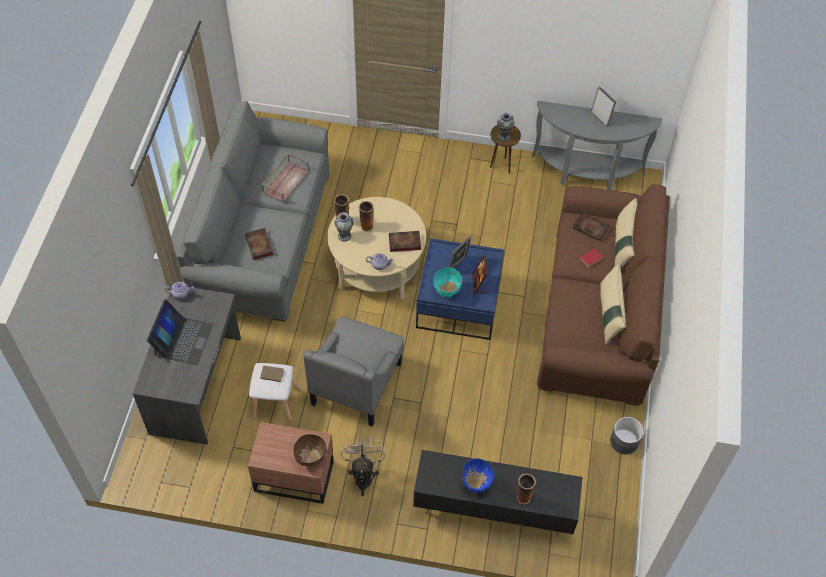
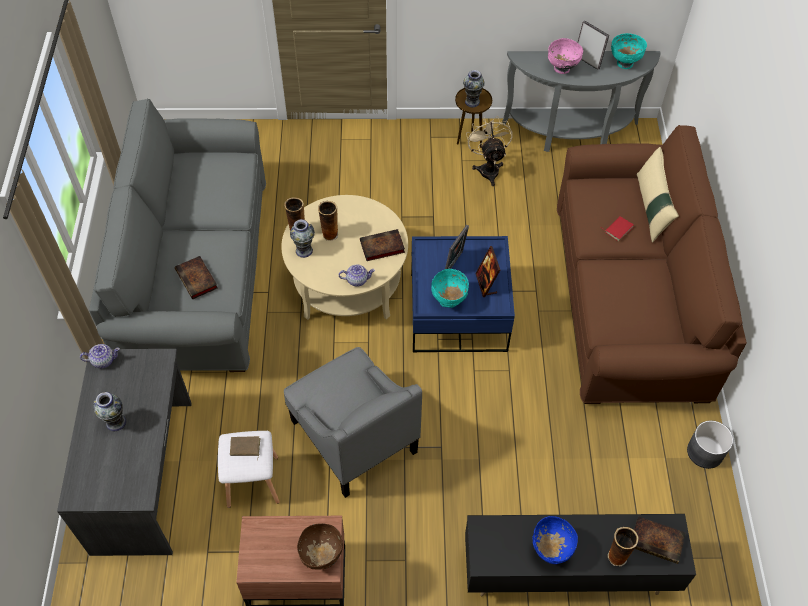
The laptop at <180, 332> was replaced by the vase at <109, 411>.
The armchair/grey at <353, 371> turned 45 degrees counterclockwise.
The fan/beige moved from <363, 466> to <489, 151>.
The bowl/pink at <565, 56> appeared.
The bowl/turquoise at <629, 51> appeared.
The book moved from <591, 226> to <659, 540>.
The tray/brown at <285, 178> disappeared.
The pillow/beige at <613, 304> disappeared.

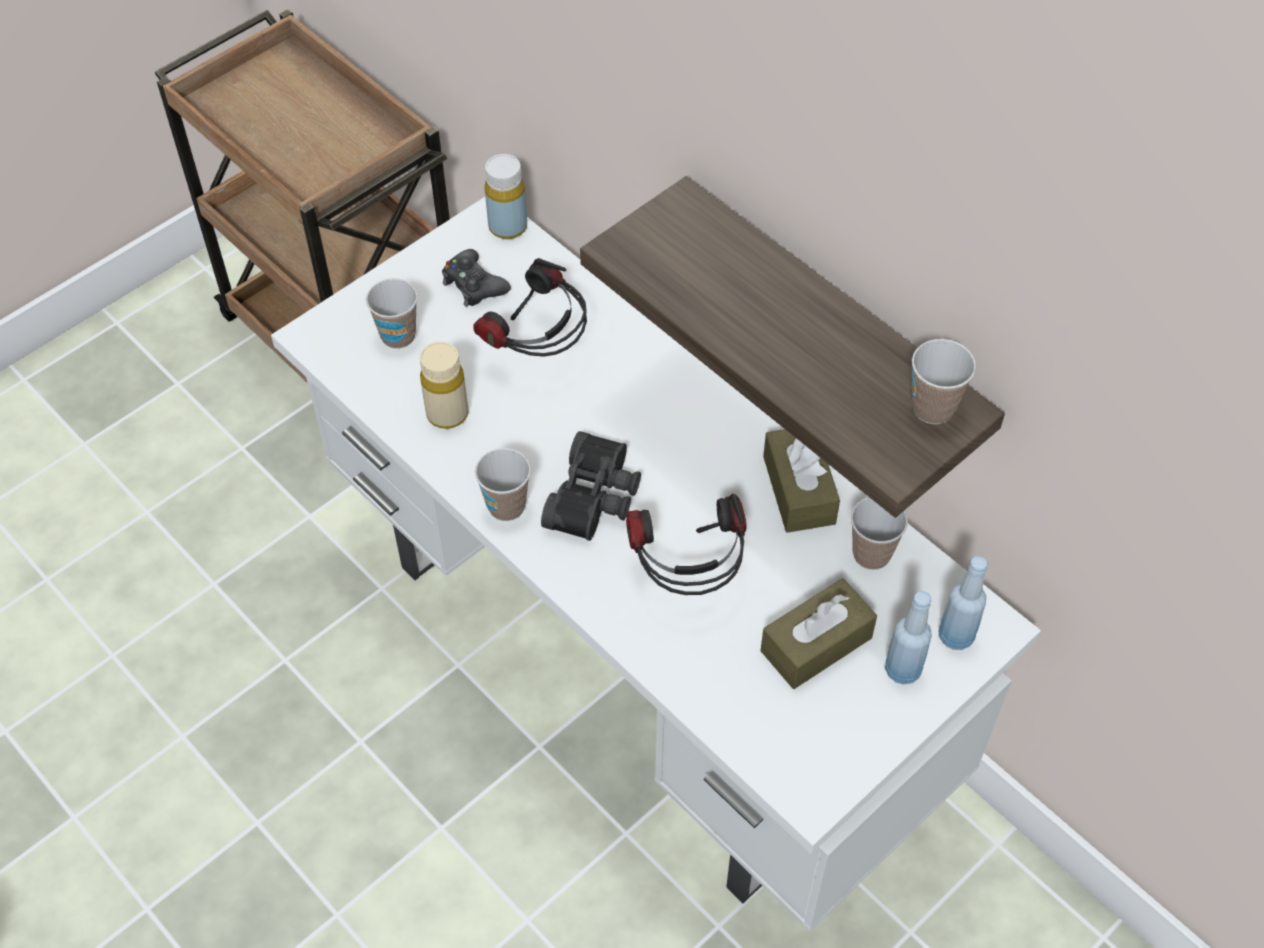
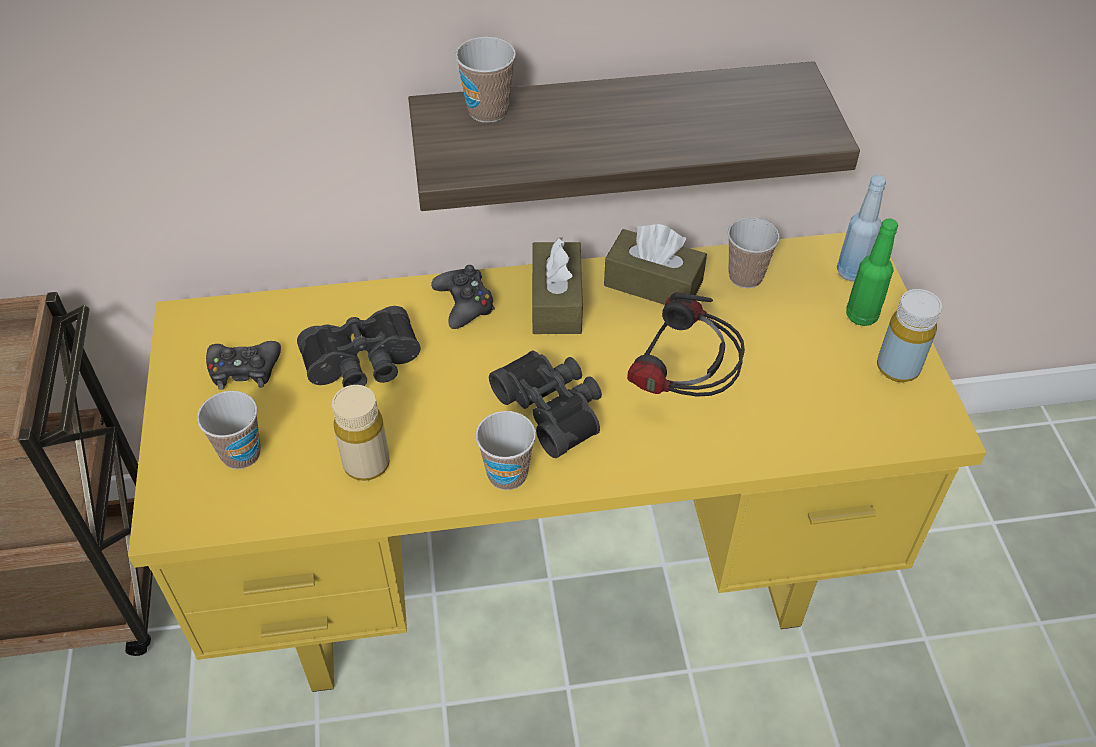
The desk/white at <656, 564> became the desk/yellow at <557, 462>.
The headphones at <530, 307> was replaced by the binoculars/black at <359, 346>.
The game controller/black at <463, 297> appeared.
The cup moved from <944, 381> to <485, 80>.
The tissue box/brown moved from <818, 633> to <557, 285>.
The bottle/blue at <908, 638> became the bottle/green at <872, 272>.
The bottle/yellow moved from <506, 196> to <909, 335>.

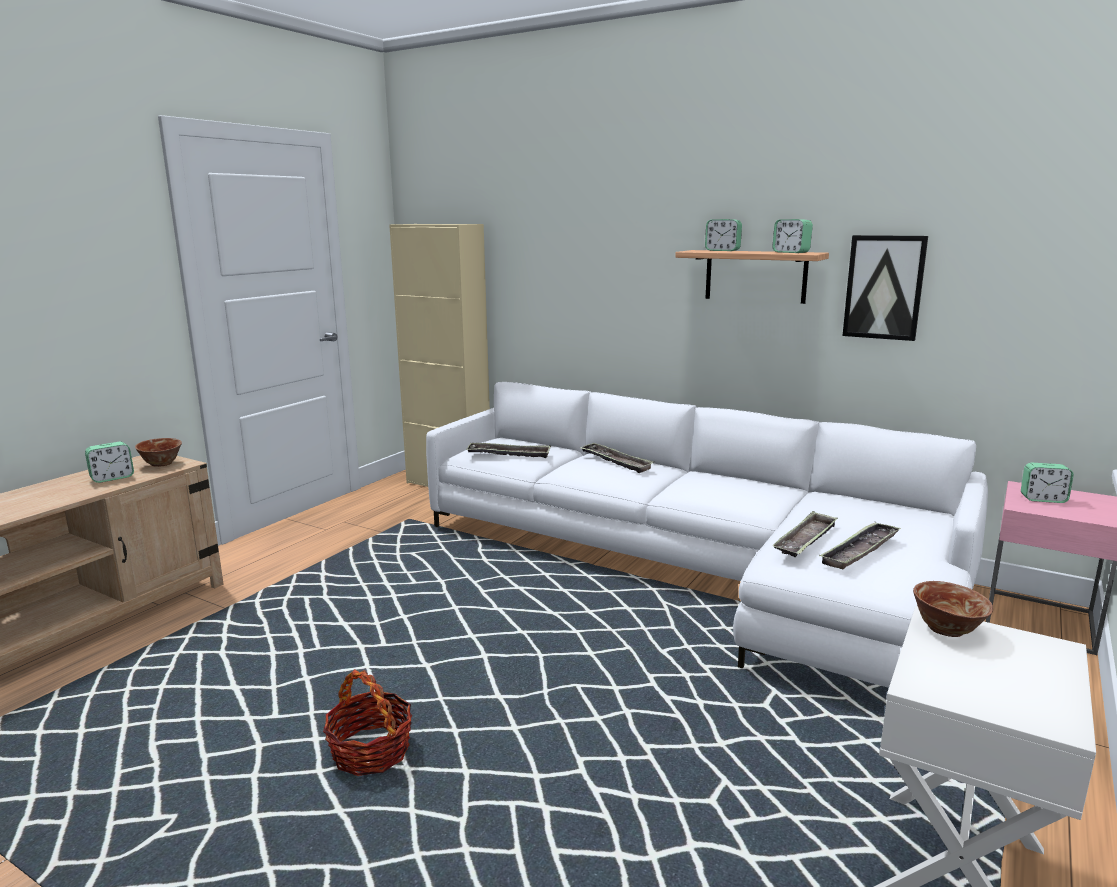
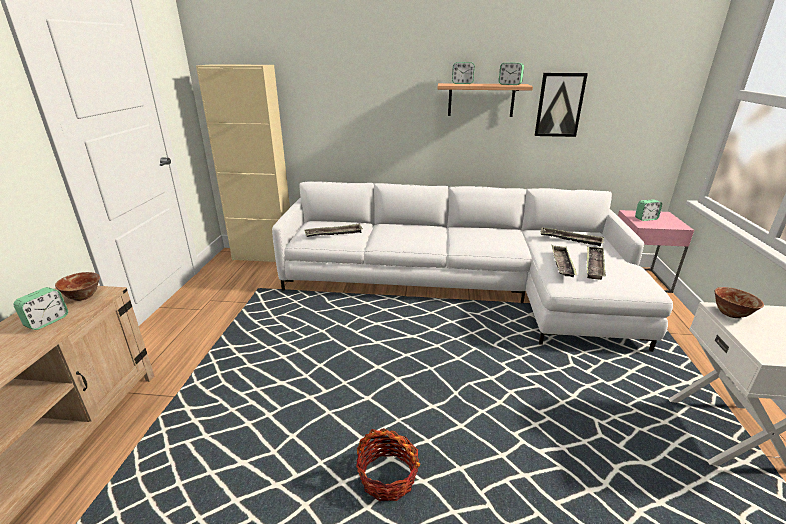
The tray moved from <617, 457> to <572, 237>.

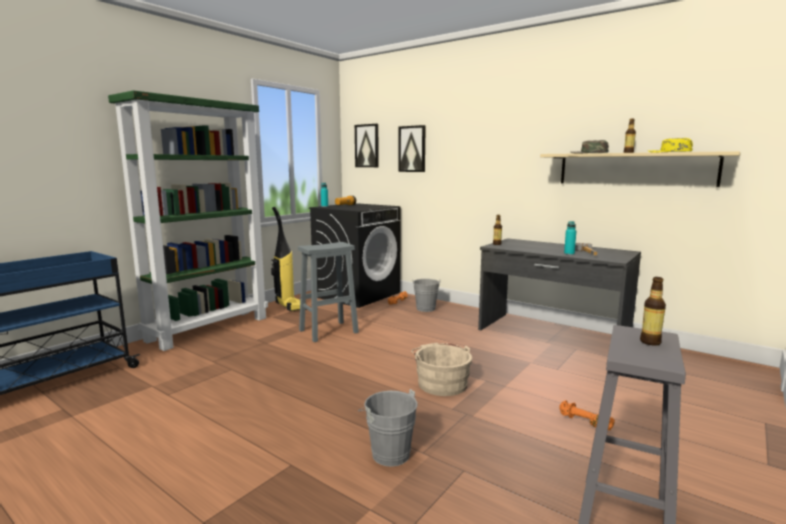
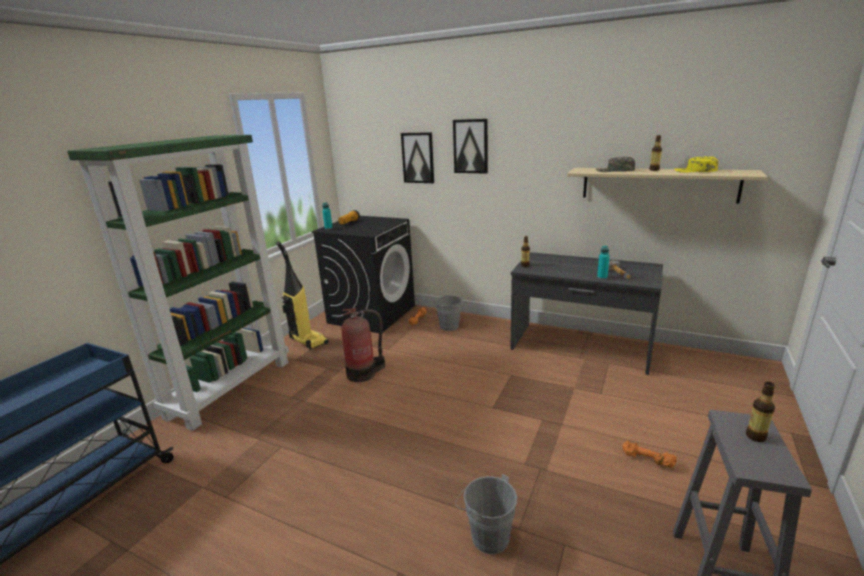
The stool/grey at <328, 292> was replaced by the fire extinguisher at <363, 345>.
The picture moved from <367, 145> to <470, 146>.
The bucket/beige at <441, 369> disappeared.

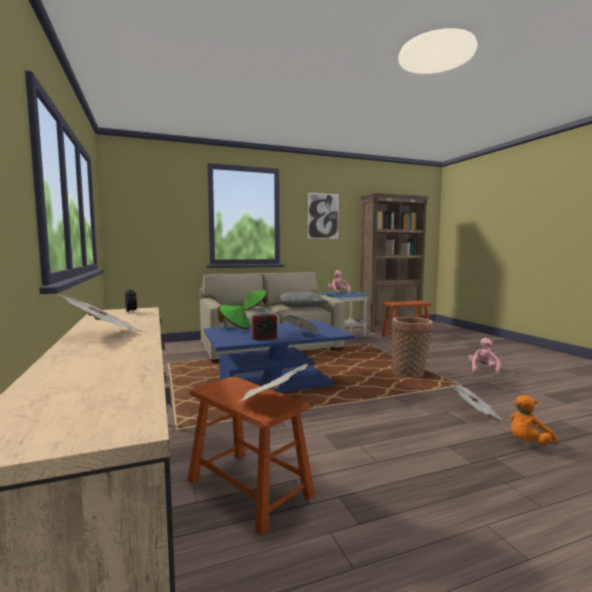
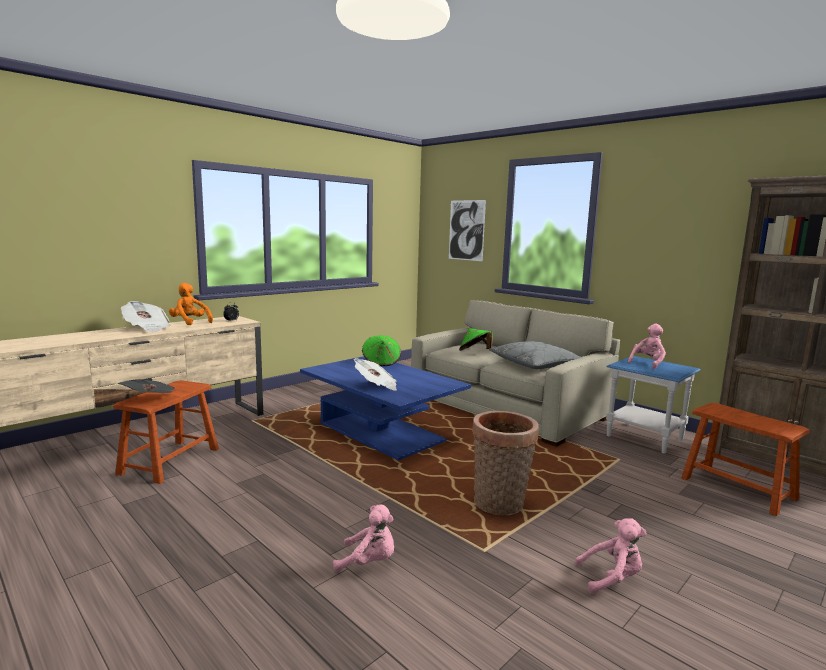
The plush toy/orange moved from <534, 420> to <191, 304>.
The newspaper at <476, 401> was replaced by the plush toy/pink at <363, 538>.
The picture moved from <323, 215> to <467, 230>.
The alarm clock at <264, 326> disappeared.

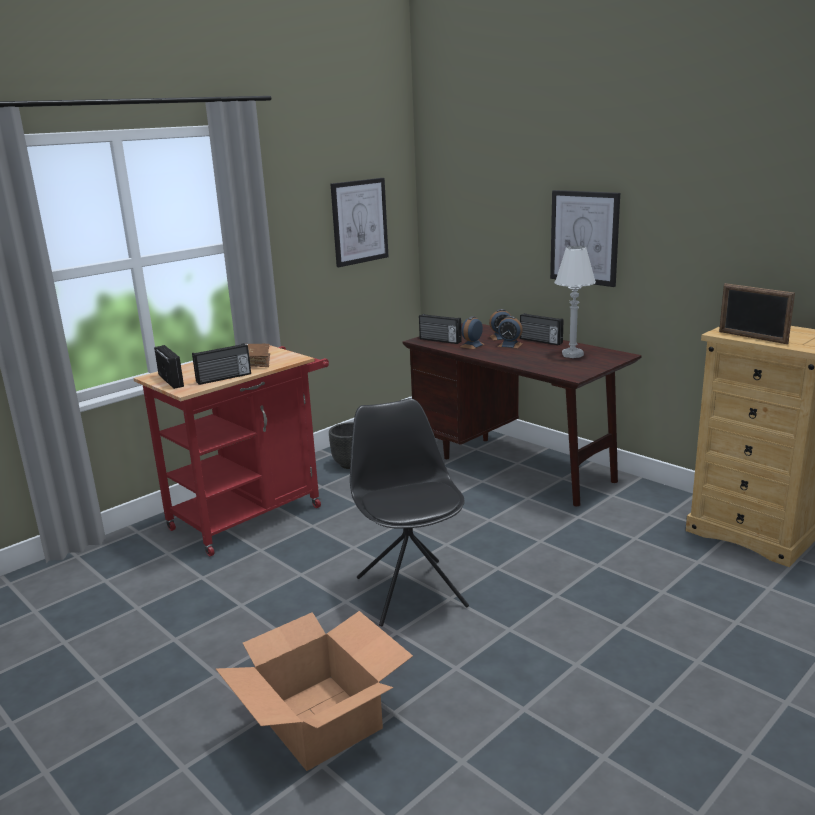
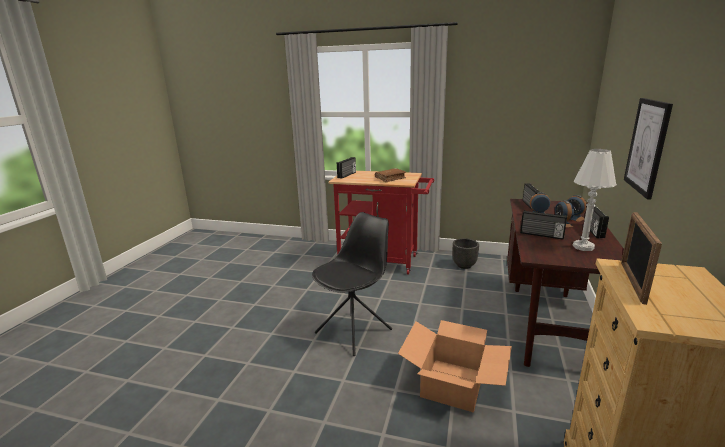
The cardboard box moved from <314, 691> to <455, 366>.
The radio moved from <221, 364> to <543, 225>.
The picture at <359, 222> disappeared.

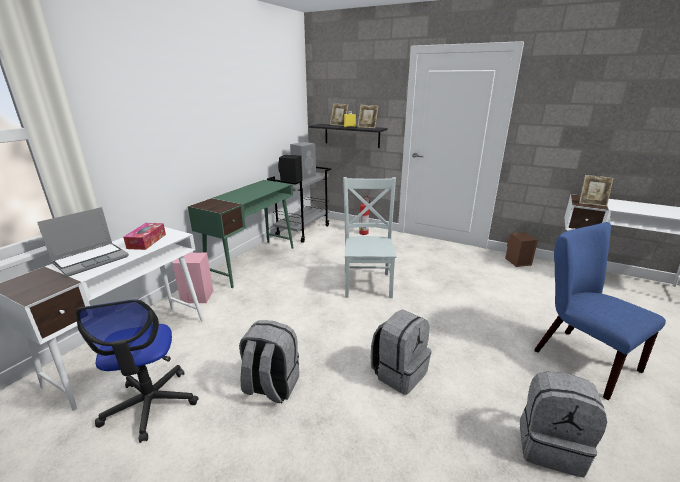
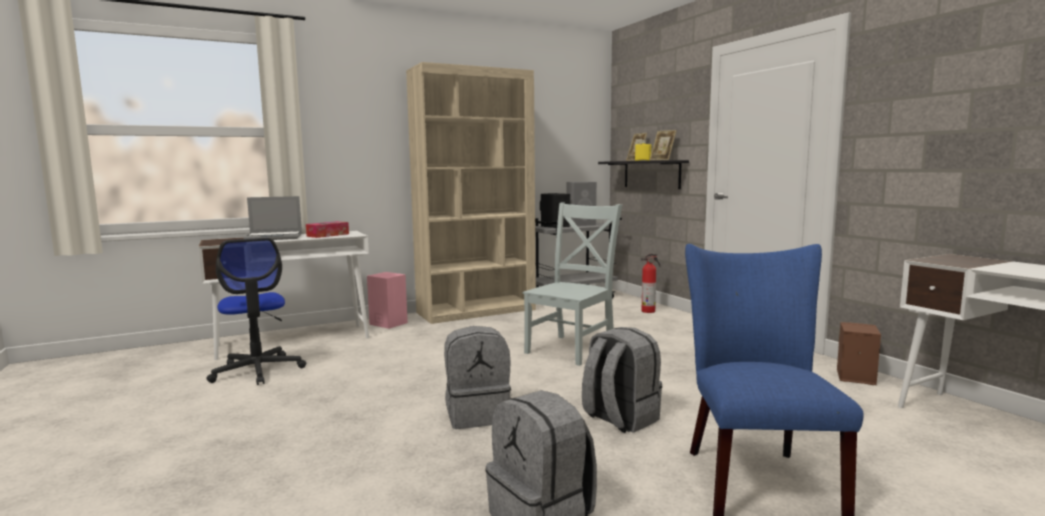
The office chair at <137, 371> turned 45 degrees counterclockwise.
The desk/green at <241, 234> was replaced by the bookcase/beige at <471, 193>.
The backpack/grey moved from <269, 361> to <622, 380>.
The picture frame at <596, 190> disappeared.

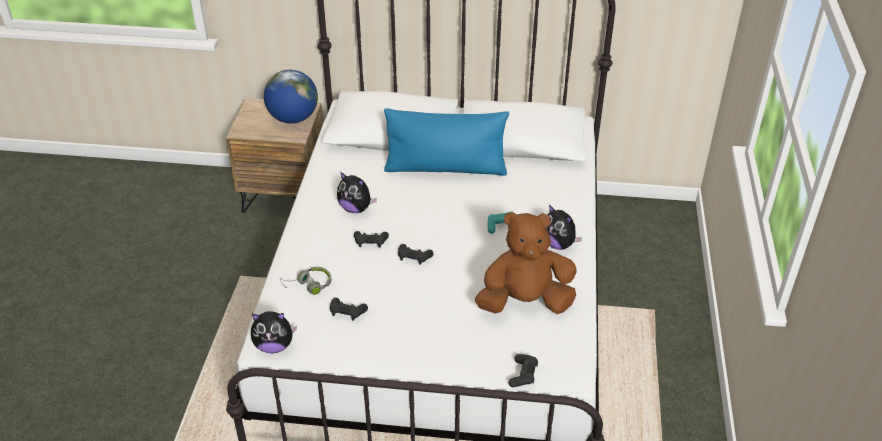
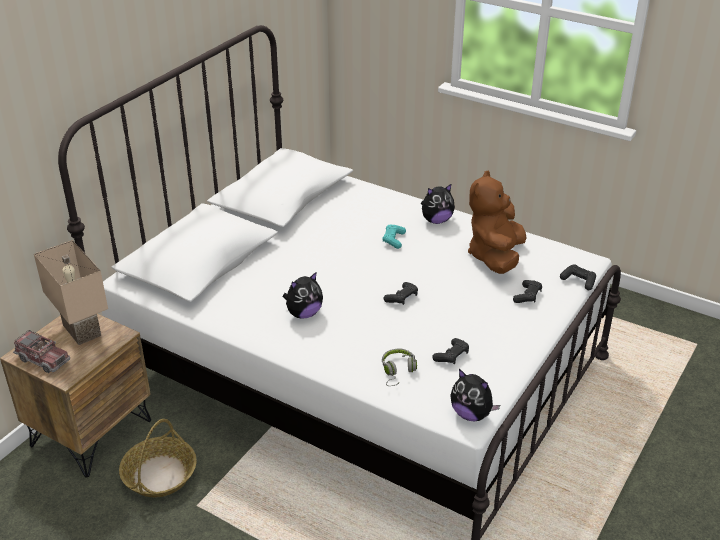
The toy truck at <41, 351> appeared.
The globe at <291, 97> was replaced by the table lamp/beige at <71, 292>.
The basket at <158, 458> appeared.
The plush toy at <274, 332> turned 105 degrees clockwise.
The game controller/black moved from <371, 239> to <527, 291>.
The pillow/blue at <446, 142> disappeared.

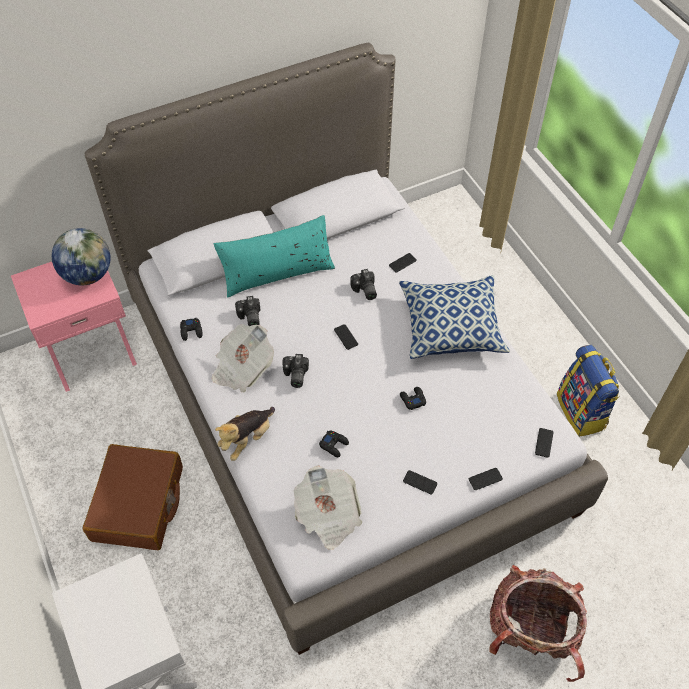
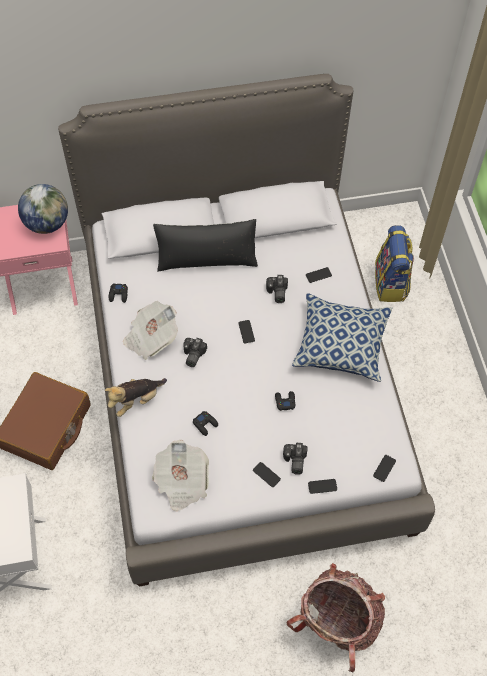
The pillow/turquoise at <274, 256> became the pillow/black at <205, 245>.
The photo camera moved from <248, 311> to <295, 459>.
The backpack moved from <588, 391> to <394, 263>.

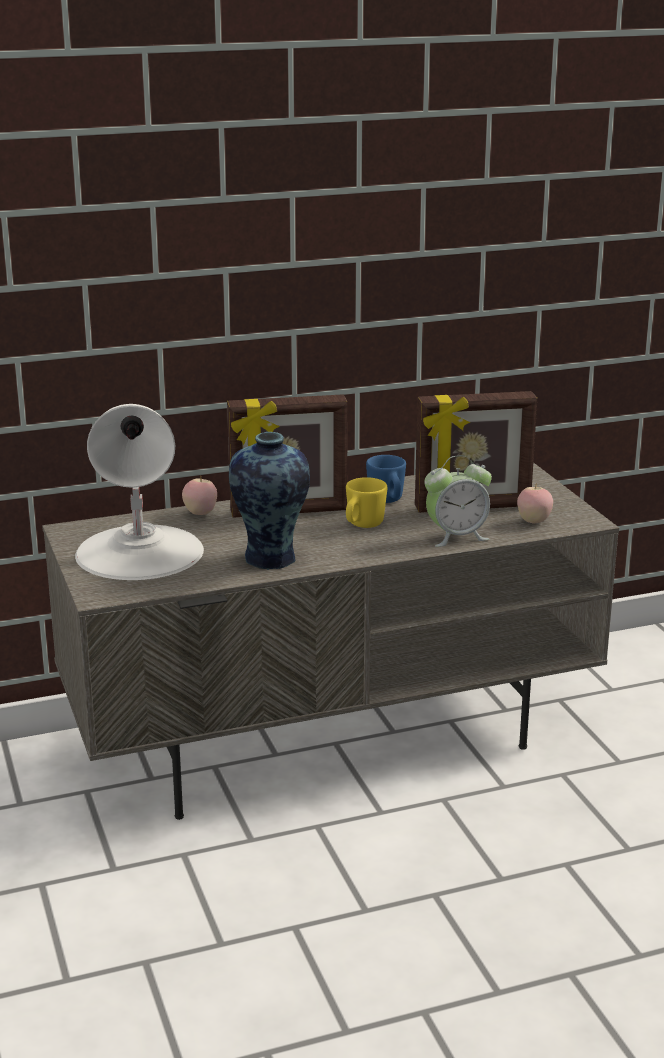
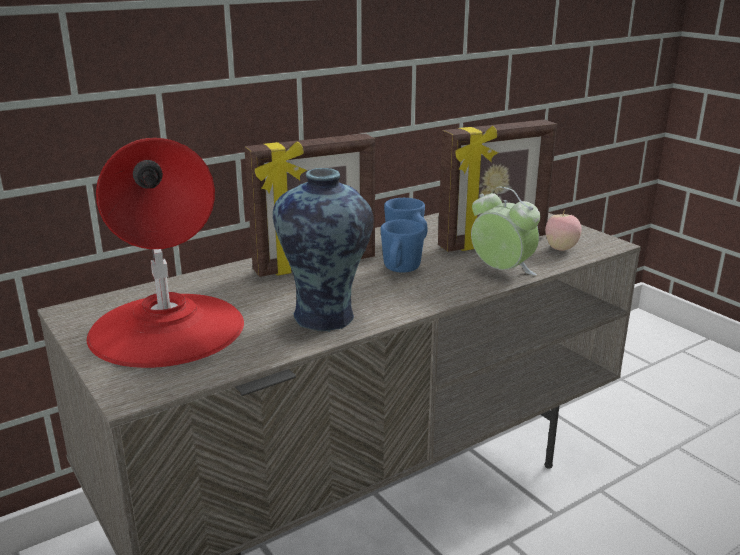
The table lamp/white at <139, 492> became the table lamp/red at <165, 253>.
The mug/yellow at <366, 502> became the mug/blue at <403, 246>.
The alarm clock at <458, 501> turned 105 degrees counterclockwise.
The apple at <199, 495> disappeared.

